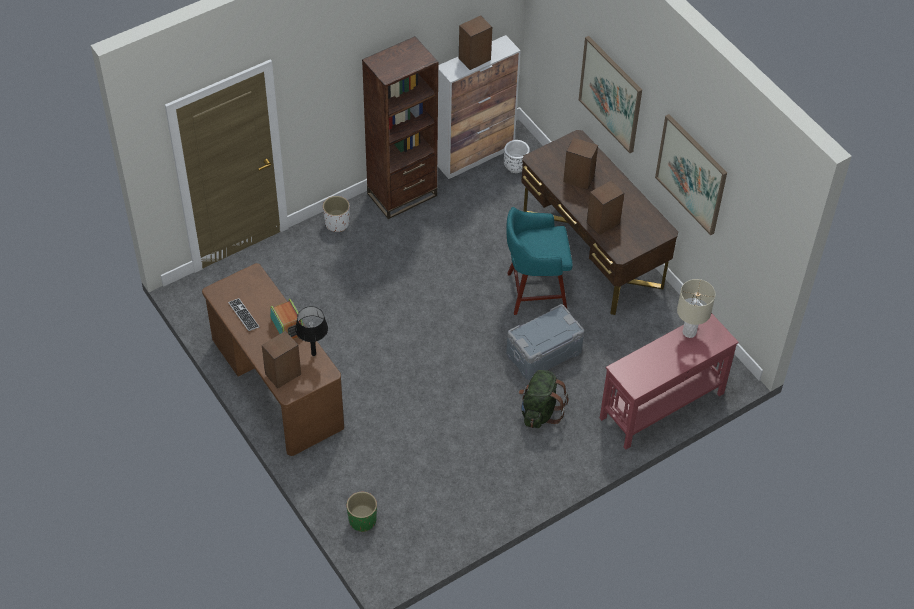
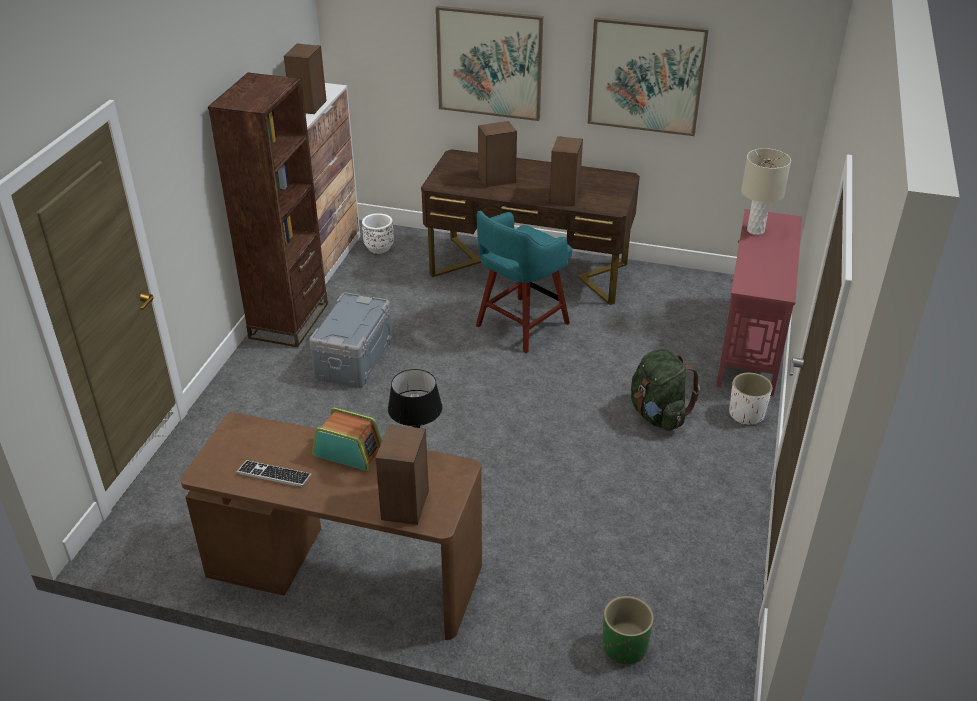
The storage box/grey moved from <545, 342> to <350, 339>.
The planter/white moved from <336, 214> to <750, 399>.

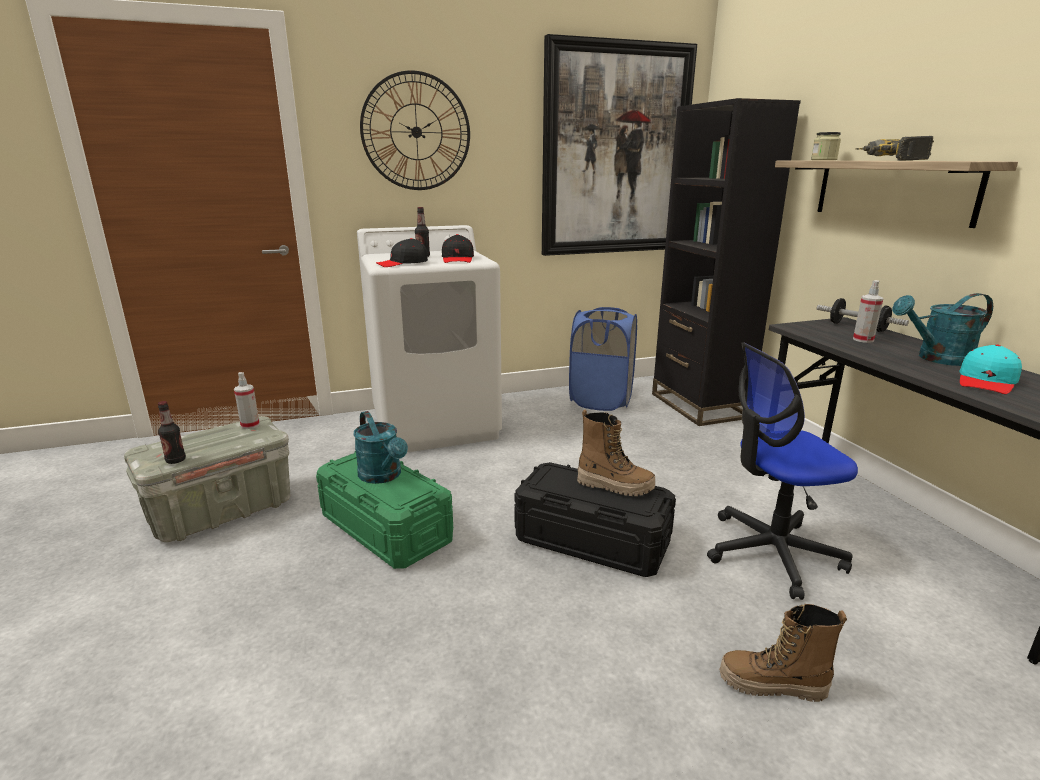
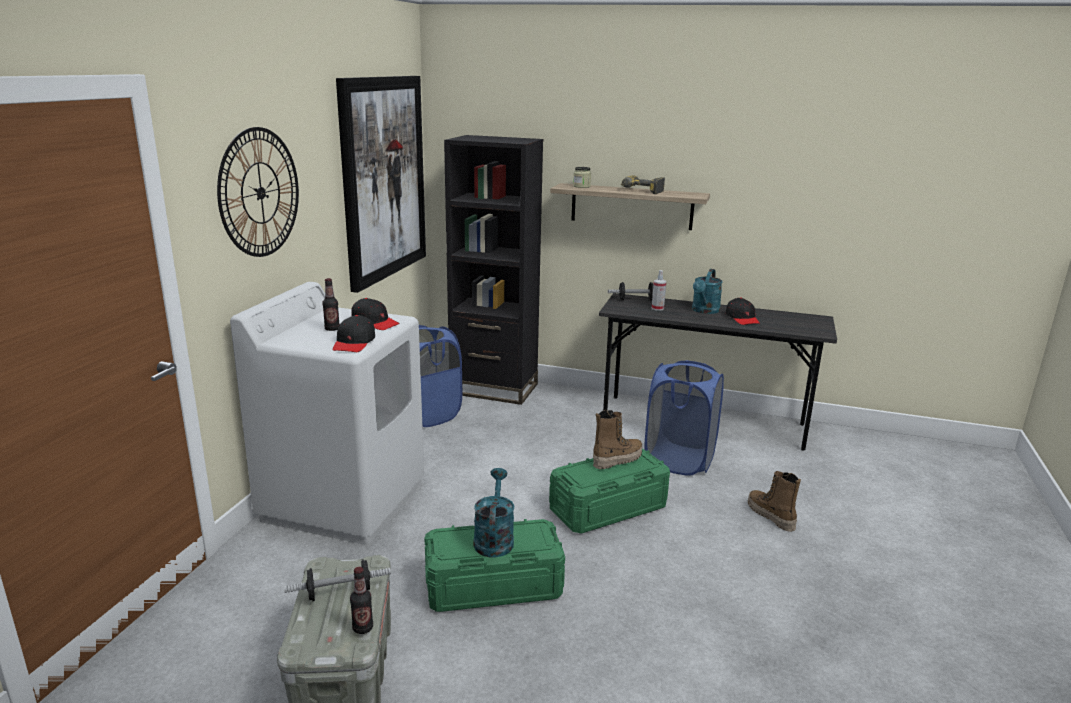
The dumbbell at <337, 580> appeared.
The watering can/turquoise at <380, 447> turned 90 degrees counterclockwise.
The storage box/black at <595, 519> became the storage box/green at <609, 491>.
The office chair at <782, 471> was replaced by the laundry basket/blue at <684, 418>.
The cap/turquoise at <990, 369> became the cap/black at <743, 311>.
The boot at <783, 653> turned 105 degrees clockwise.
The spray bottle at <247, 400> disappeared.

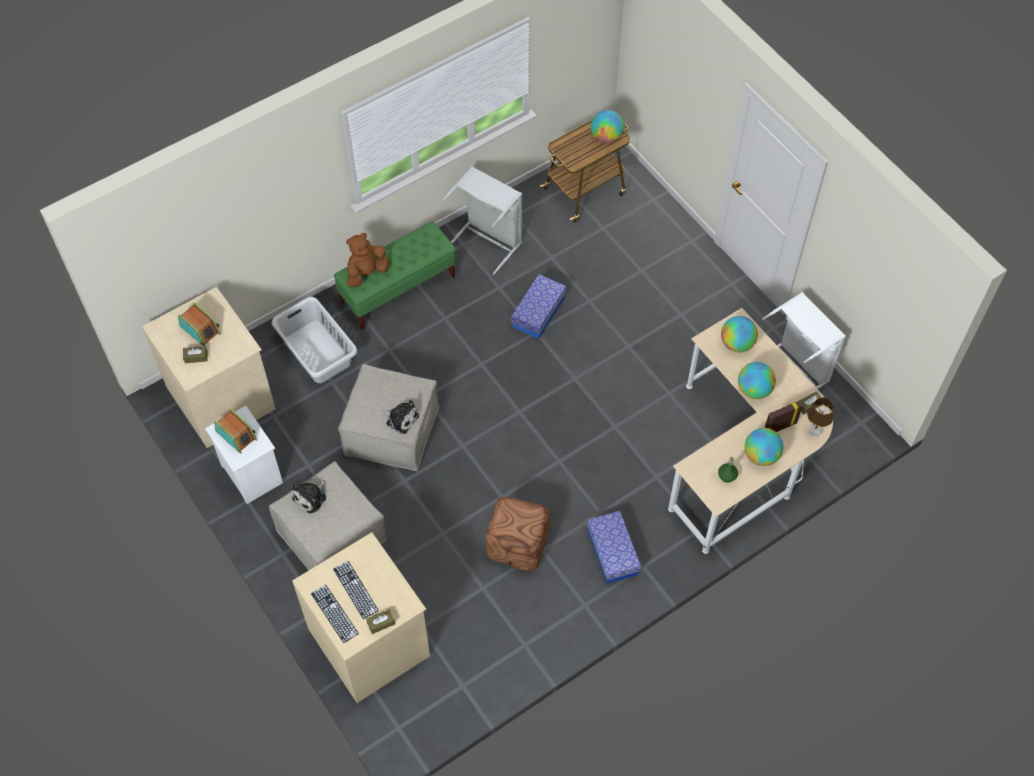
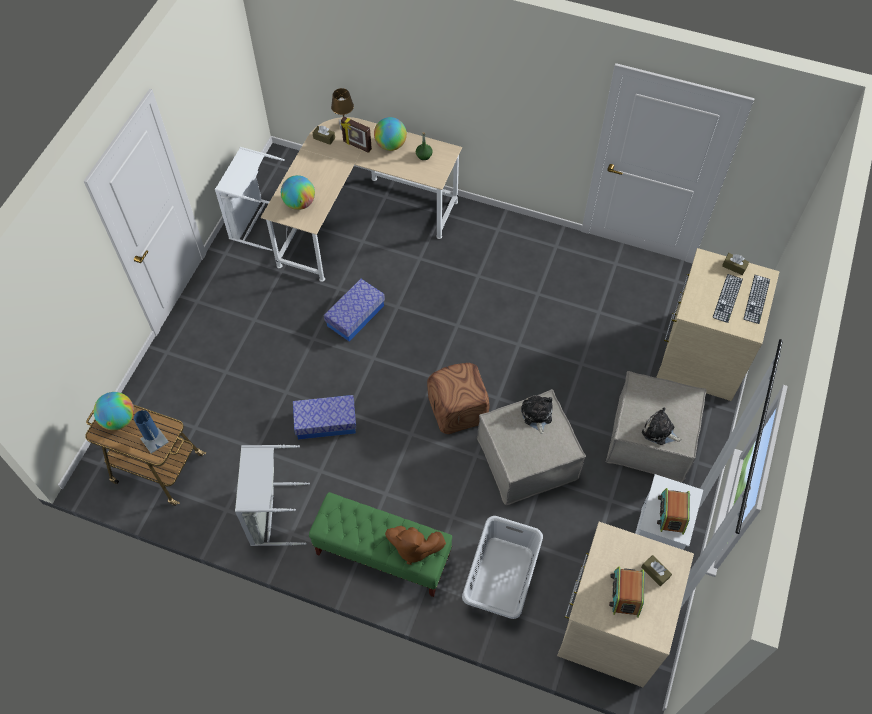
The table lamp/blue at <151, 432> appeared.
The storage box moved from <614, 547> to <354, 310>.
The ottoman/brown moved from <518, 534> to <458, 398>.
The plush toy at <309, 496> turned 150 degrees counterclockwise.
The globe at <757, 380> disappeared.

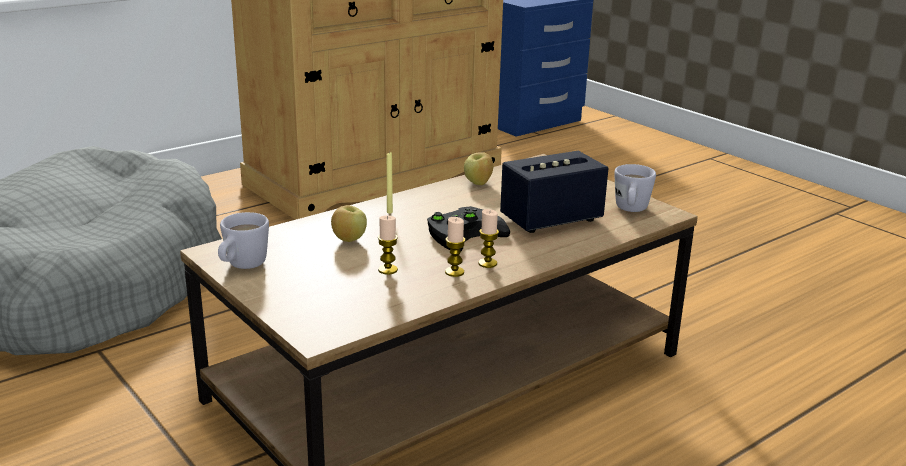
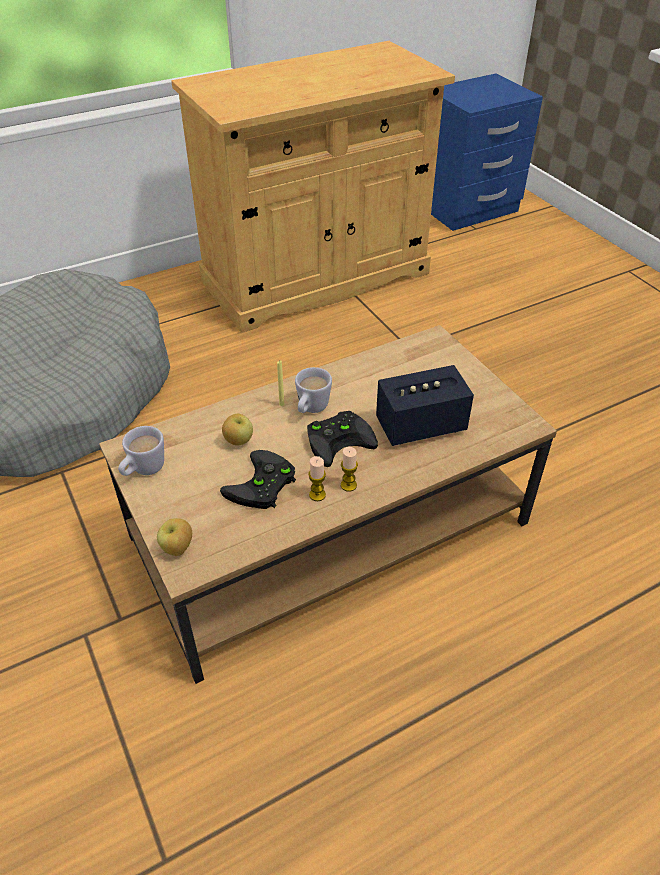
The apple moved from <478, 168> to <174, 537>.
The candle at <388, 245> was replaced by the game controller/black at <258, 479>.
The mug/white moved from <635, 188> to <313, 390>.

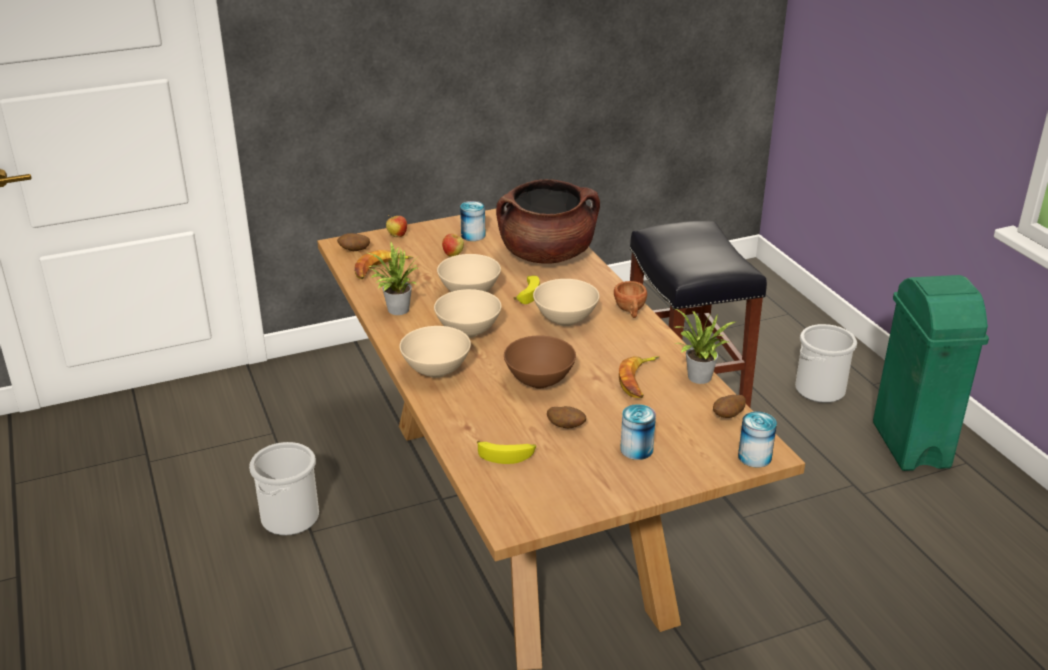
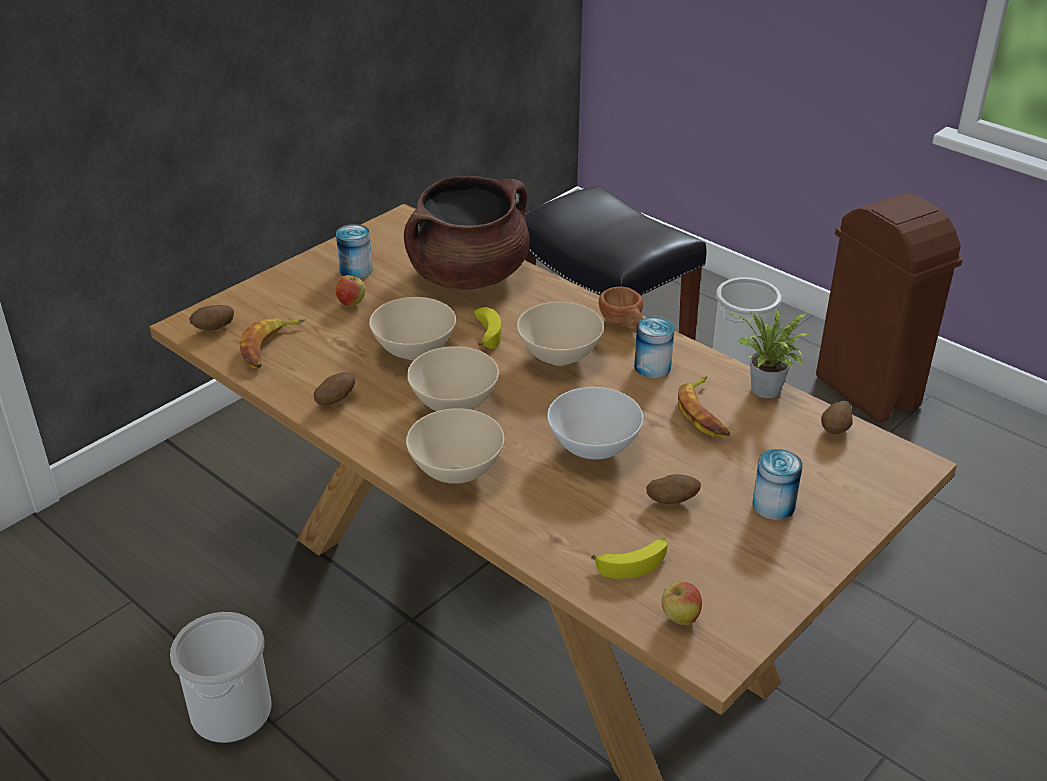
The potted plant at <393, 278> was replaced by the potato at <334, 389>.
The bowl/brown at <540, 361> became the bowl/white at <595, 423>.
The can moved from <757, 440> to <654, 347>.
The apple moved from <396, 226> to <681, 603>.
The trash can/green at <931, 373> became the trash can/brown at <889, 308>.

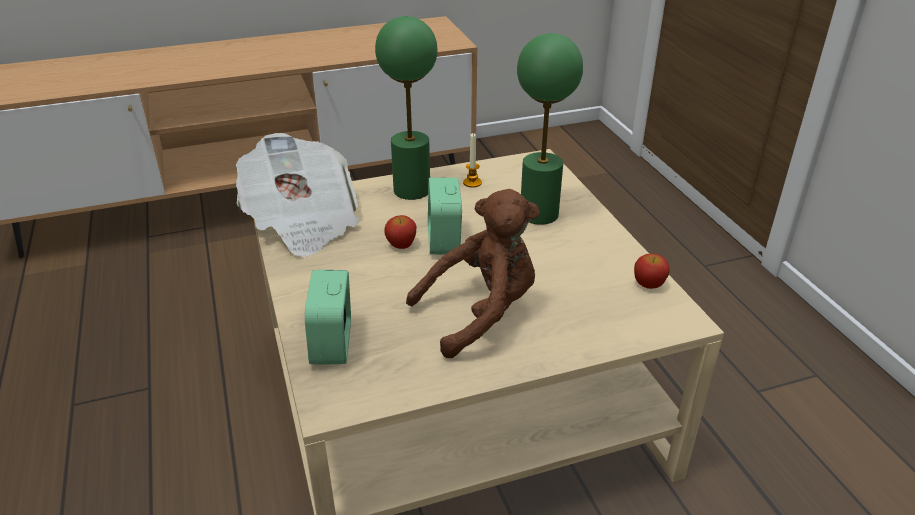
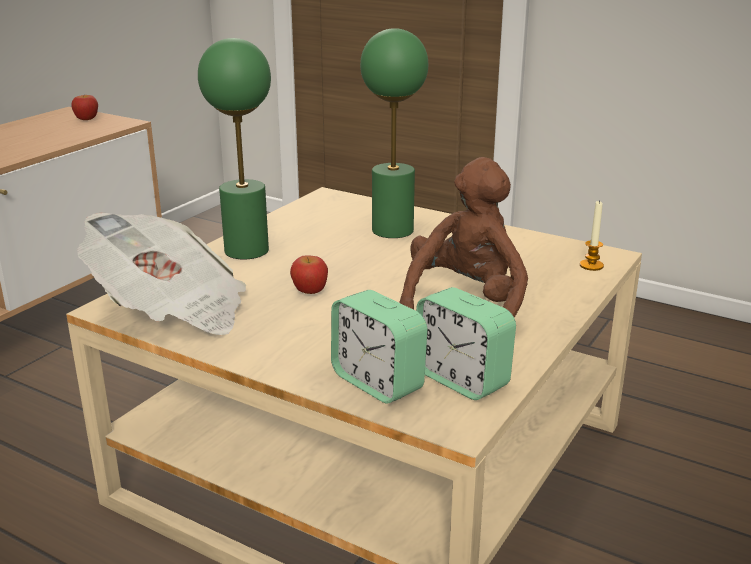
The apple moved from <652, 271> to <84, 107>.
The alarm clock moved from <445, 216> to <466, 343>.
The candle moved from <472, 160> to <592, 235>.

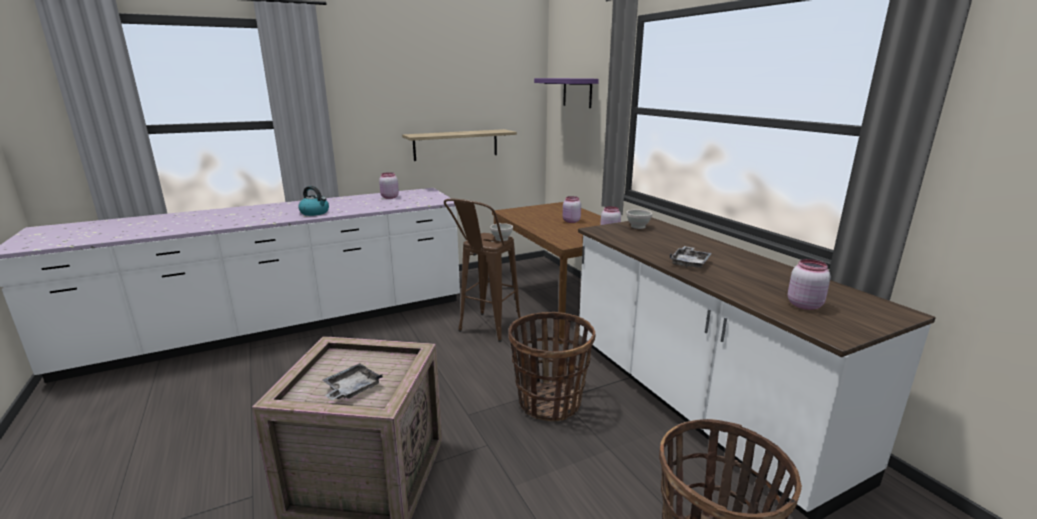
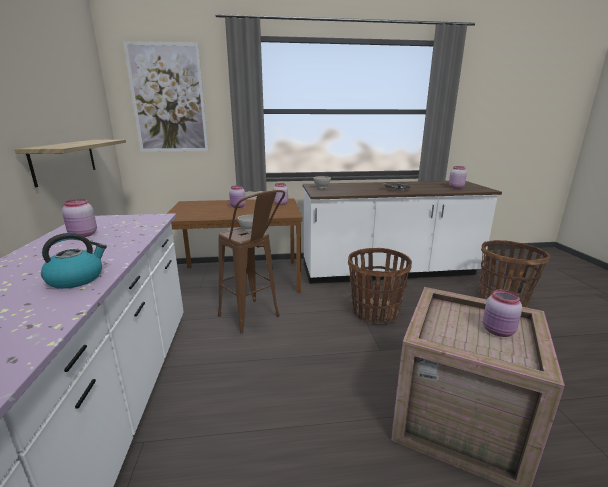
The shelf/purple at <566, 93> was replaced by the picture at <166, 96>.
The tray/grey at <353, 381> was replaced by the jar/pink at <502, 313>.

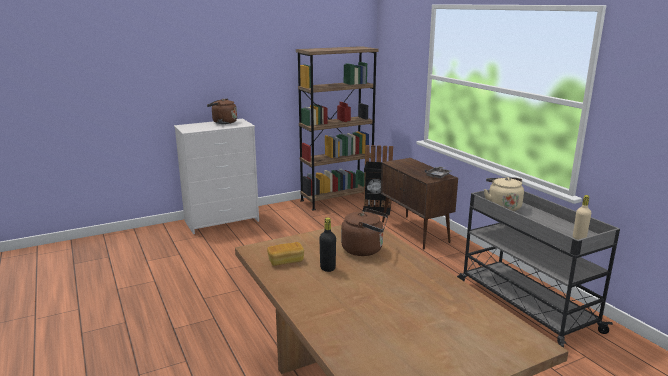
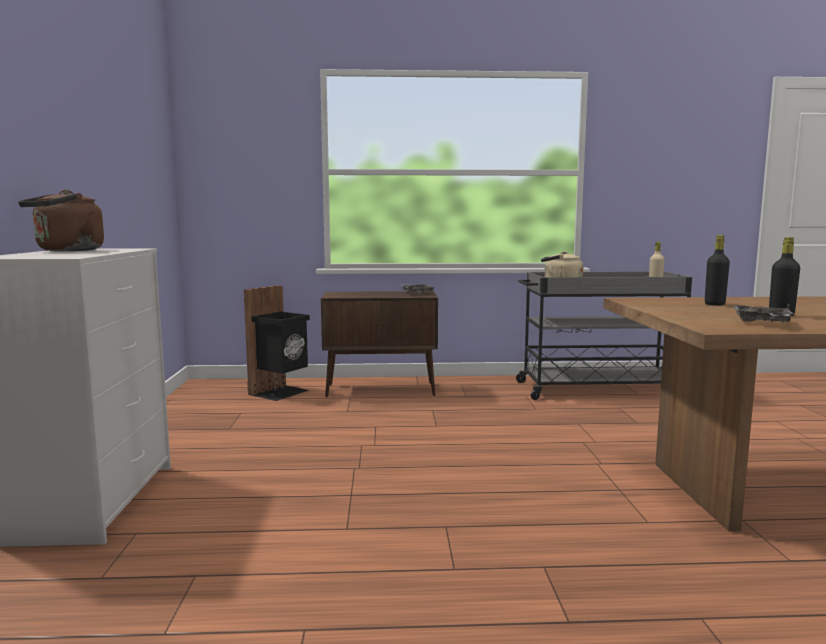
The kettle/brown at <364, 232> was replaced by the bottle/black at <717, 270>.
The bread at <285, 254> was replaced by the tray/grey at <764, 313>.
The bookcase/brown at <337, 128> disappeared.

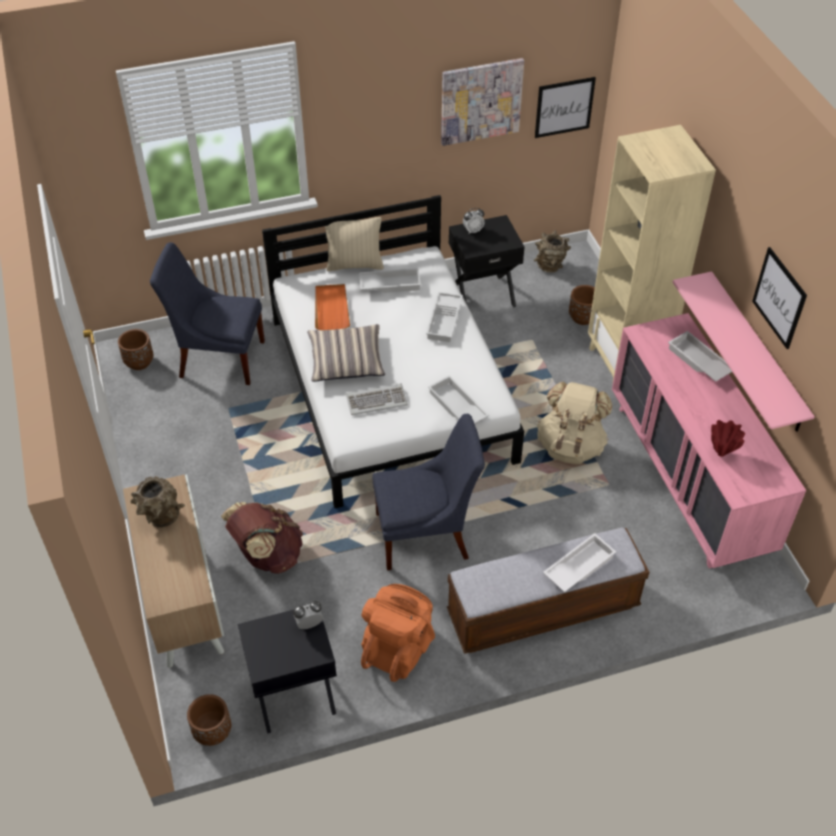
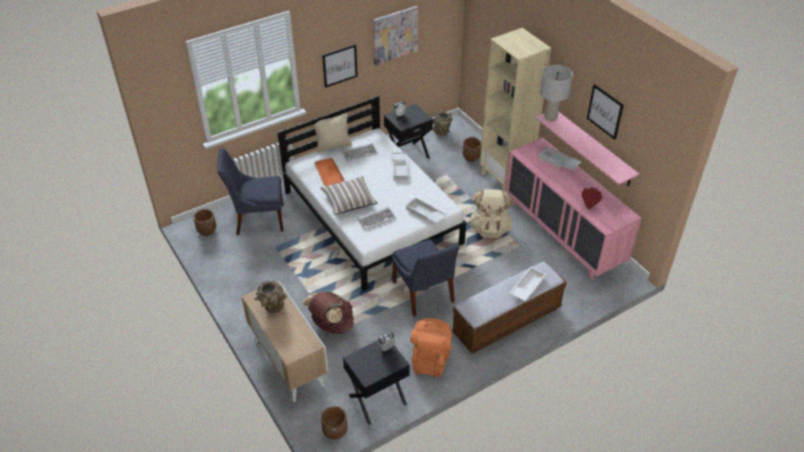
The picture moved from <565, 107> to <340, 66>.
The tray/white at <390, 280> was replaced by the keyboard at <360, 152>.
The chair/blue at <428, 492> turned 90 degrees clockwise.
The table lamp/grey at <556, 93> appeared.

